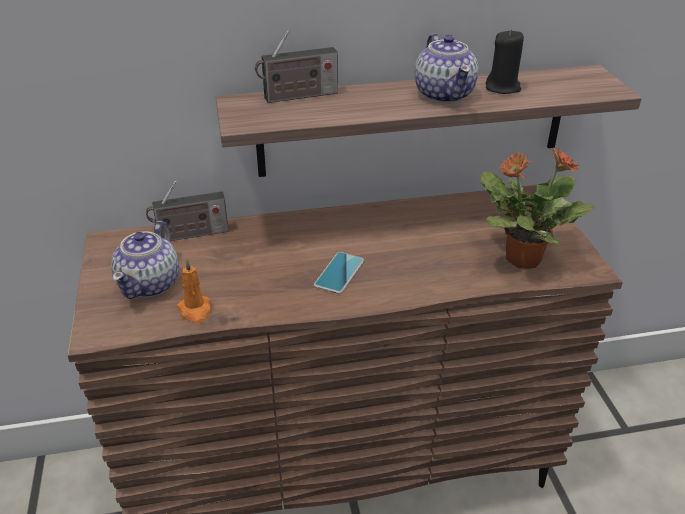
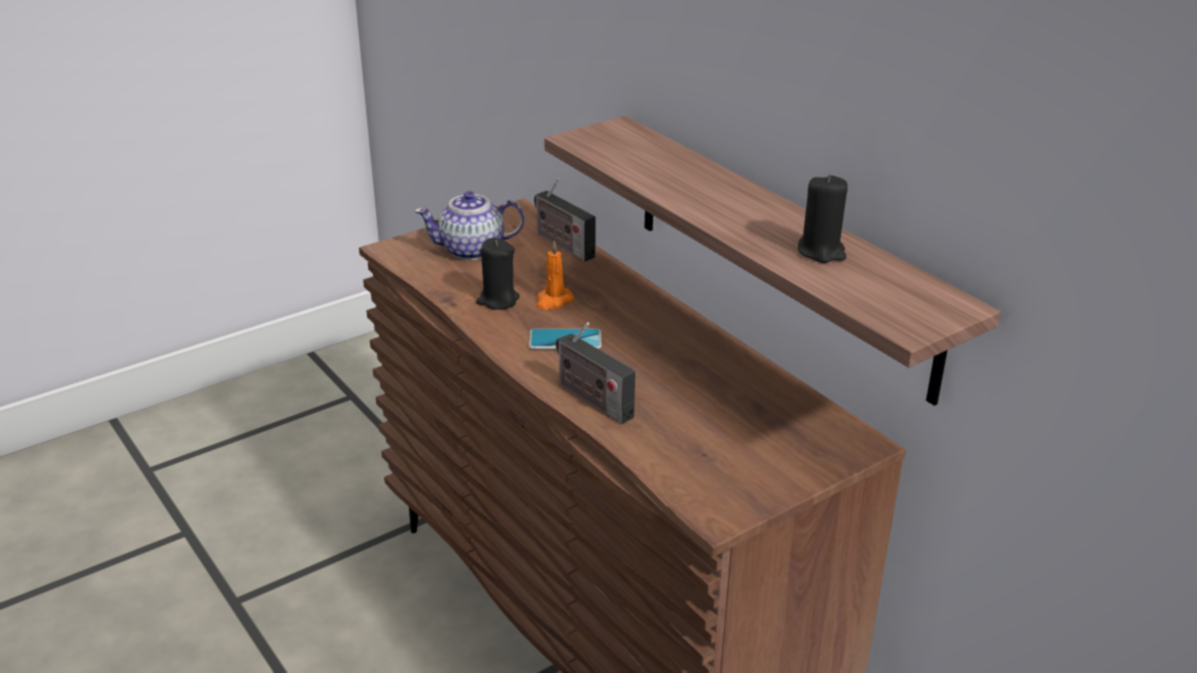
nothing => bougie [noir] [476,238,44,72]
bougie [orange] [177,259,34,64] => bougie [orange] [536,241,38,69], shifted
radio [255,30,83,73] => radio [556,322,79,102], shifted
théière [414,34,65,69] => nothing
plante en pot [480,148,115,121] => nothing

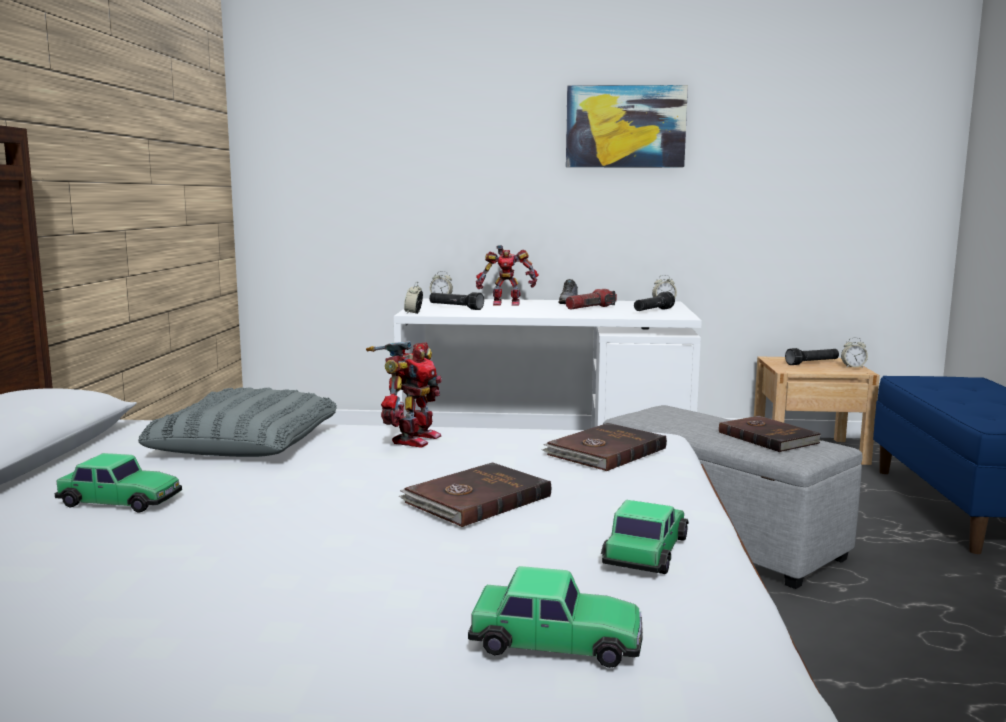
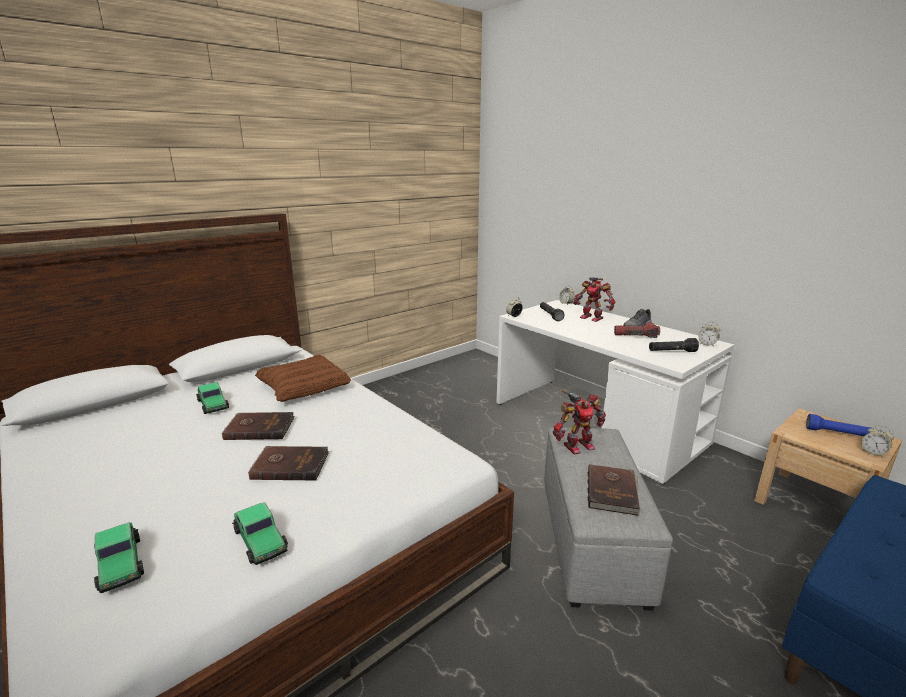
livre [marron] [541,423,126,48] => livre [marron] [222,412,73,28], shifted
petite voiture [601,500,88,74] => petite voiture [232,502,56,63], 75 degrees clockwise
coussin [gris] [138,387,199,70] => coussin [marron] [255,355,96,47]
robot jouet [366,341,76,107] => robot jouet [553,390,53,65], shifted
lampe de poche [noir] [785,348,54,17] => lampe de poche [bleu] [806,414,65,22]
tableau [566,85,122,82] => nothing

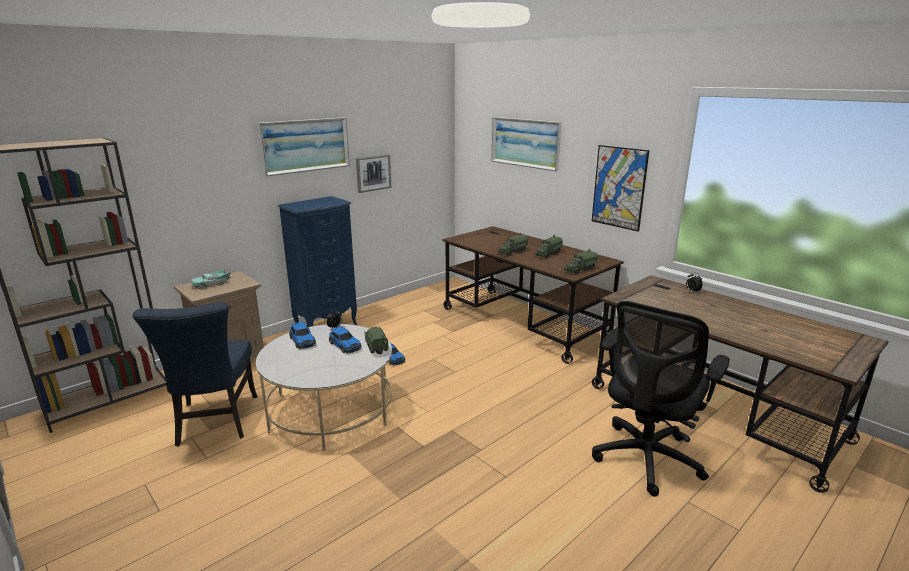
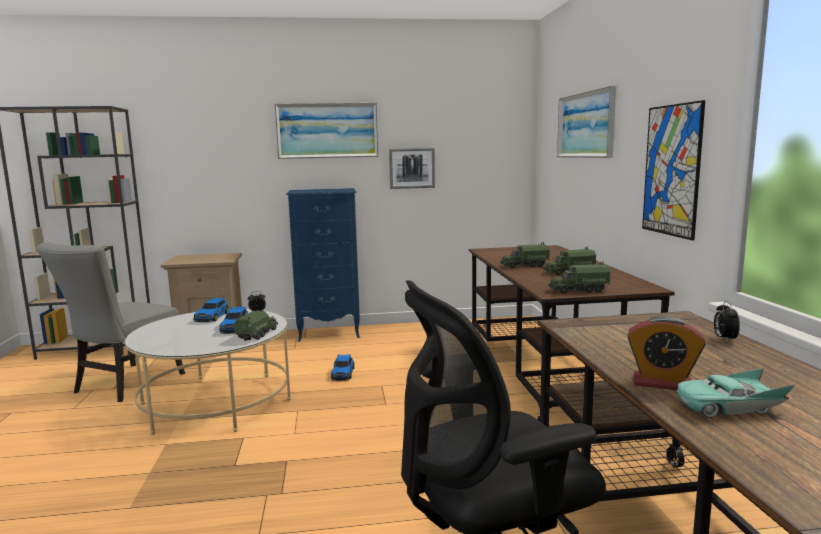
chaise [bleu] [132,302,125,144] => chaise [gris] [36,242,149,160]
nothing => réveil [627,316,79,74]
petite voiture [turquoise] [191,269,40,20] => petite voiture [turquoise] [677,368,119,50], shifted

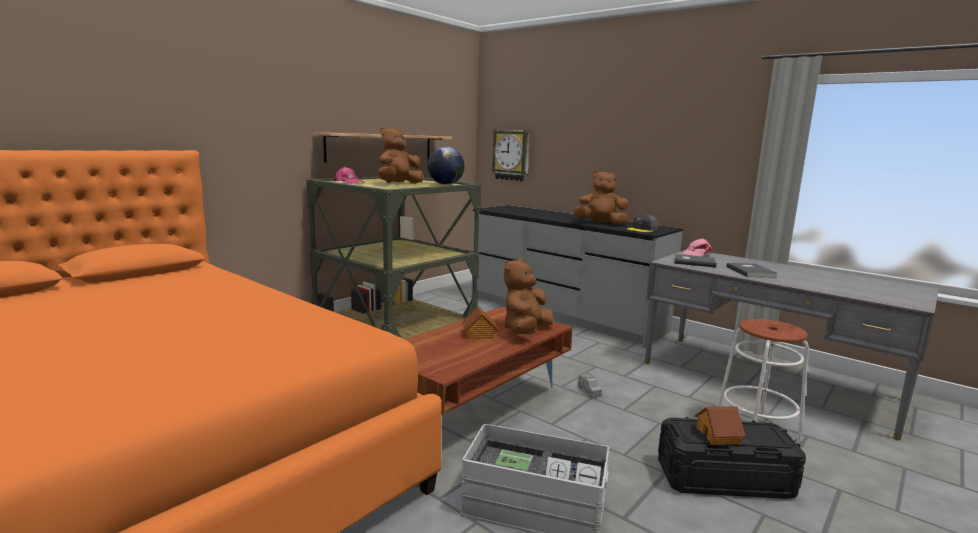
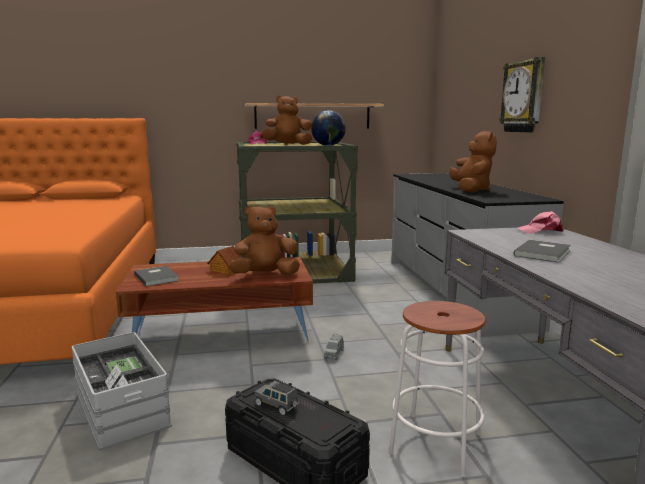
livre [gris] [674,254,43,14] => livre [gris] [134,266,46,21], shifted
maison miniature [694,406,52,39] => petite voiture [gris] [254,381,45,34]
peluche [marron] [573,171,56,54] => peluche [marron] [450,130,47,63], 45 degrees clockwise
horloge murale [491,129,39,52] => horloge murale [499,57,46,76], shifted
casquette [gris] [627,215,32,17] => nothing

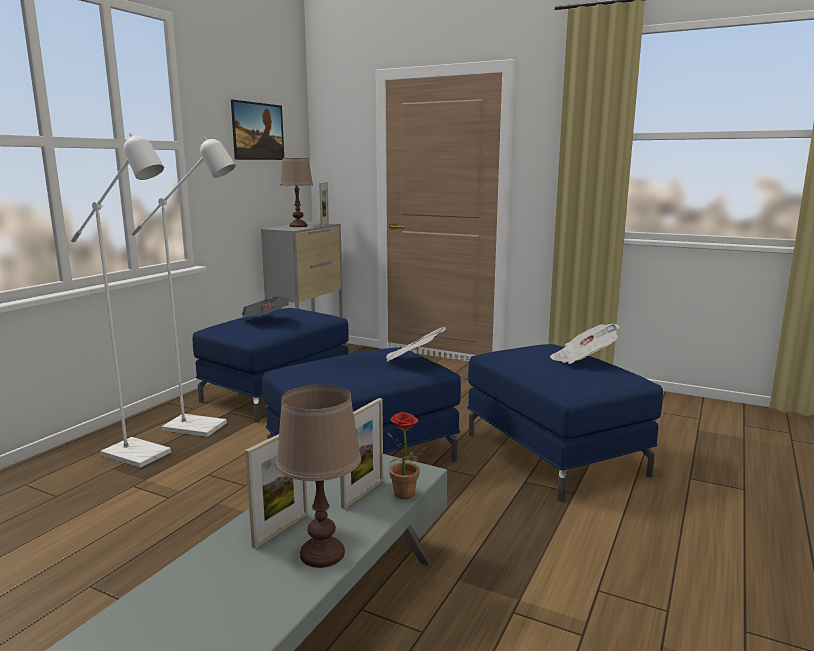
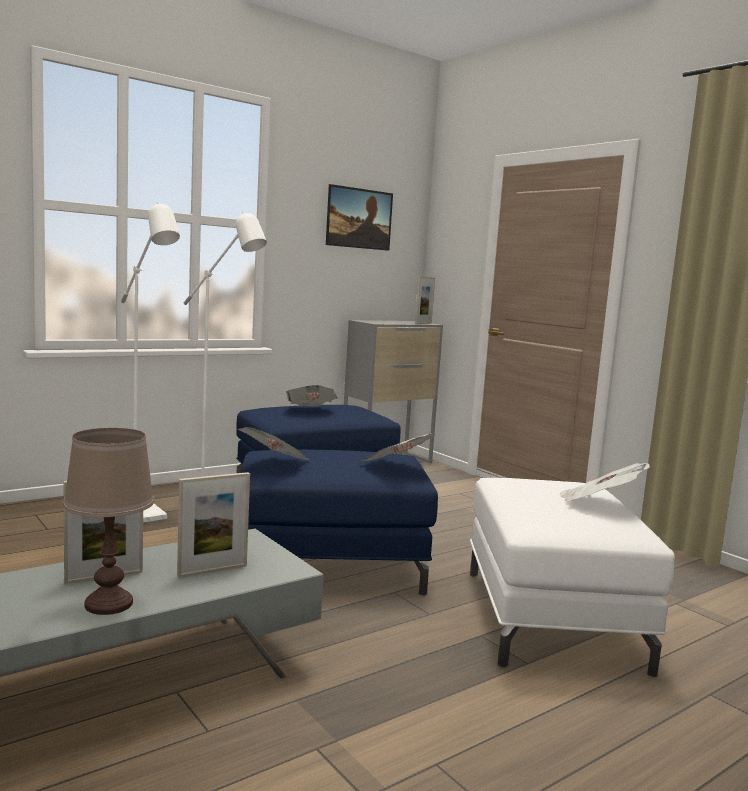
nothing => journal [237,427,74,33]
pouf [bleu] [467,344,196,158] => pouf [blanc] [470,478,205,199]
lampe de table [marron] [280,158,33,69] => nothing
plante en pot [388,412,40,87] => nothing

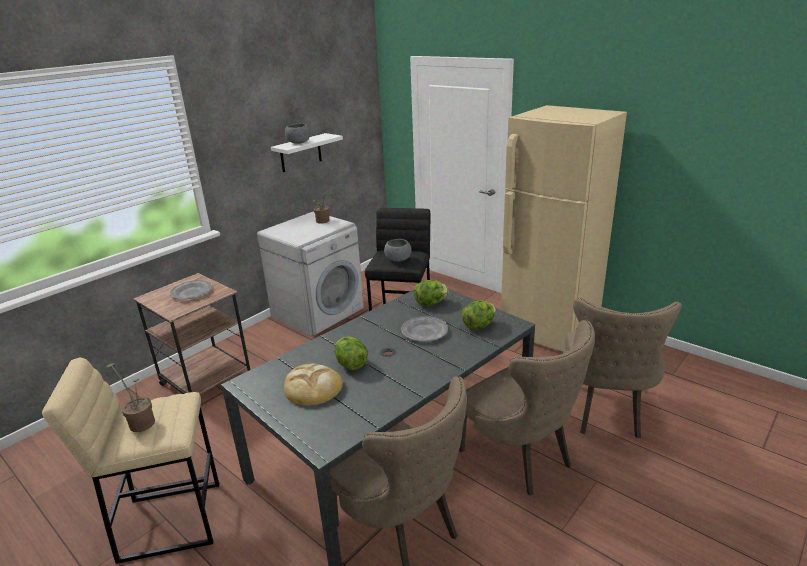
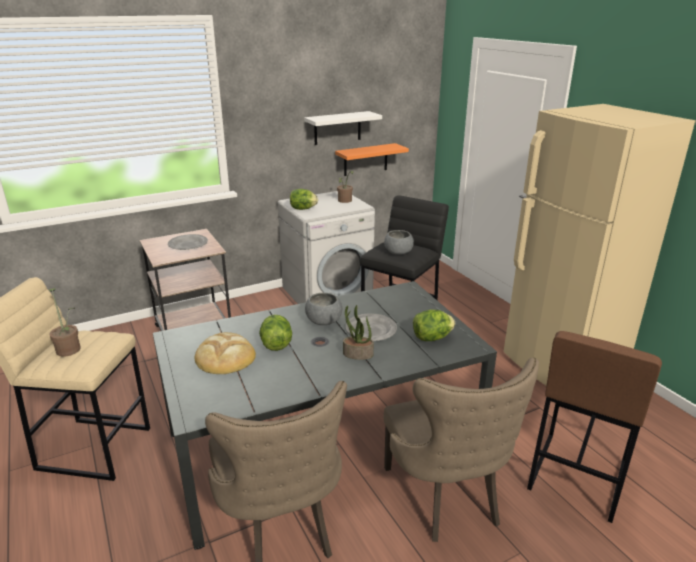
laitue [414,280,35,26] => laitue [290,189,28,21], shifted
bol [gris] [285,124,25,20] => bol [gris] [305,293,37,32], shifted
nothing => étagère [orange] [335,143,74,33]
nothing => plante en pot [343,305,31,55]
chaise [beige] [562,298,120,140] => tabouret [marron] [527,331,135,192]

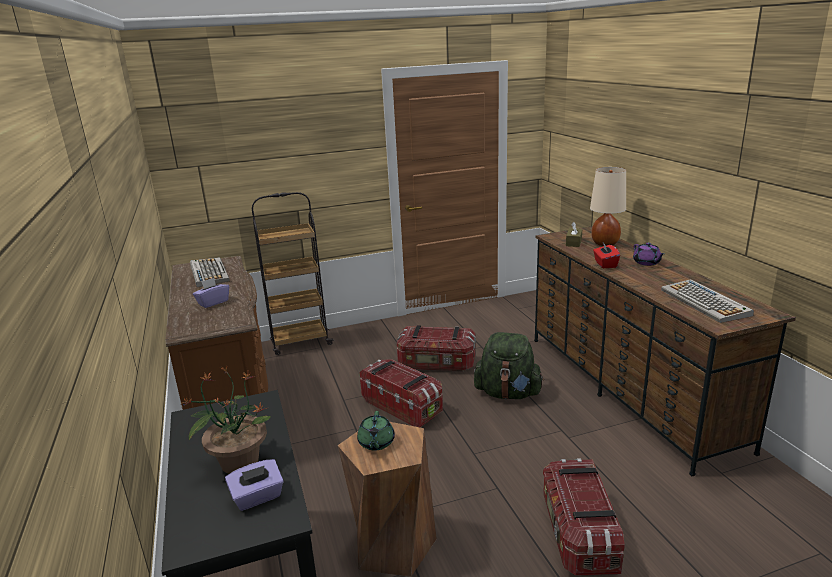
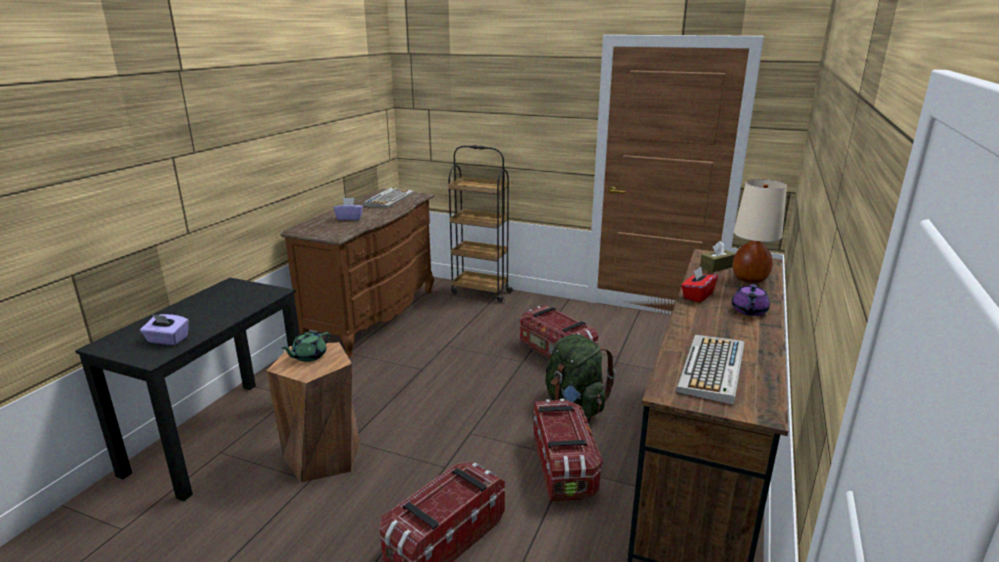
boîte de rangement [360,359,83,68] => boîte de rangement [534,399,69,103], shifted
plante en pot [180,366,91,108] => nothing

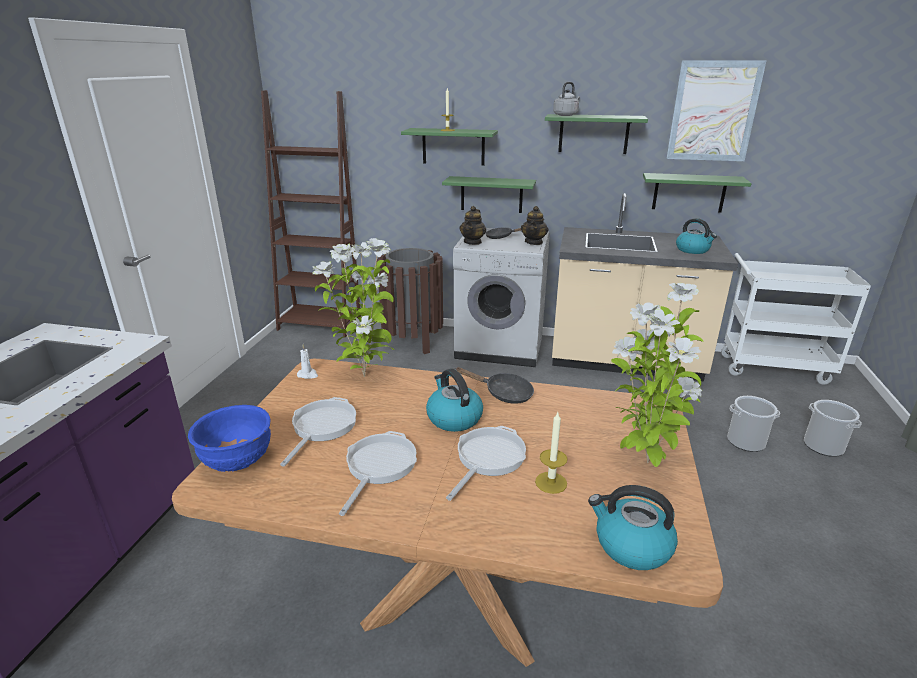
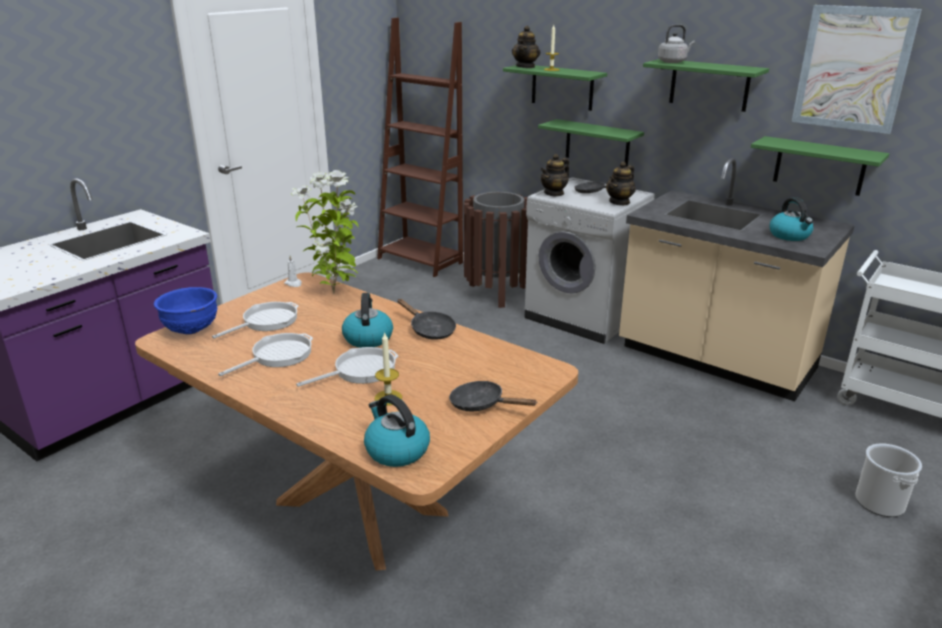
plante en pot [611,283,93,184] => poêle [noir] [449,381,89,30]
nothing => théière [512,26,28,42]
seau [727,396,53,56] => nothing

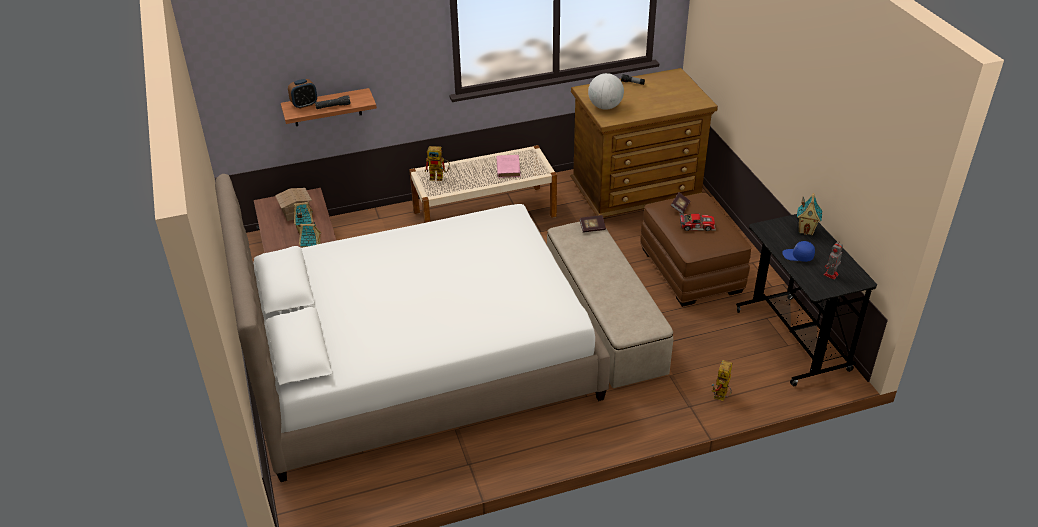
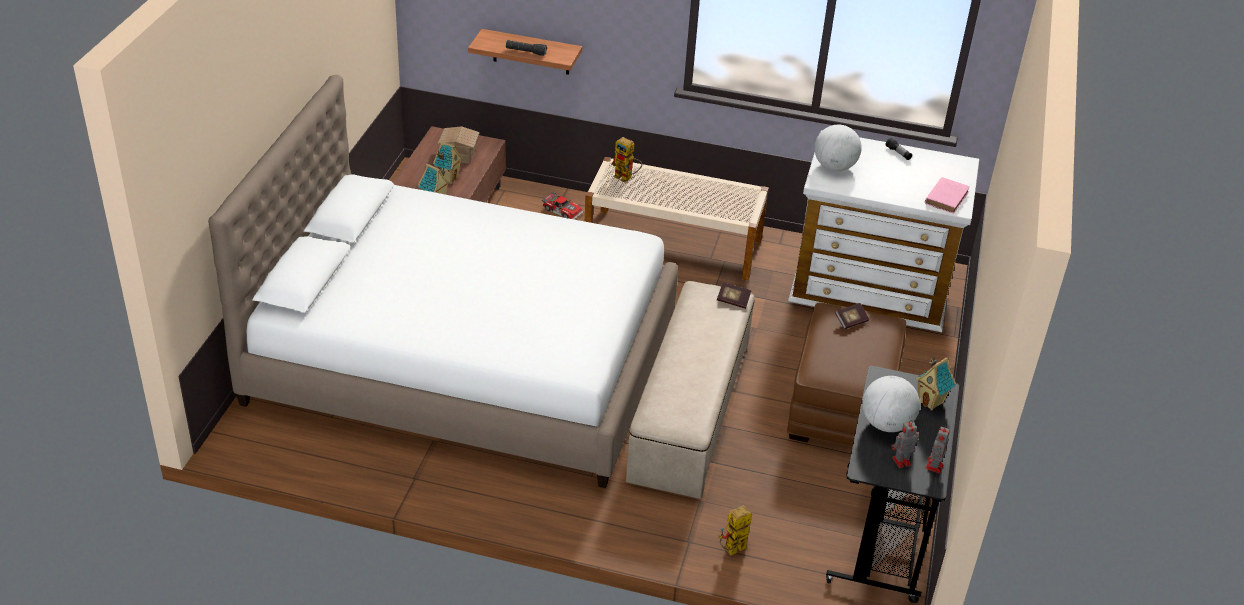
petite voiture [680,213,36,18] => petite voiture [542,192,41,27], shifted
commode [marron] [570,68,148,150] => commode [blanc] [788,131,191,201]
casquette [bleu] [782,241,33,21] => globe [862,376,58,56]
livre [rose] [496,155,25,23] => livre [rose] [925,177,45,37], shifted
nothing => robot jouet [925,425,25,49]
réveil [288,79,29,30] => nothing

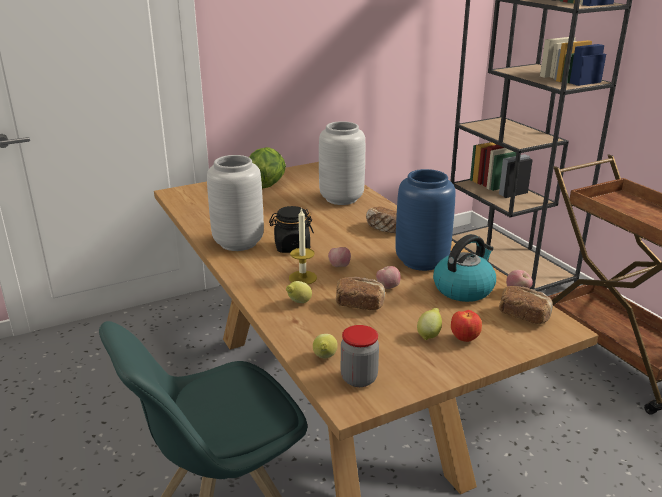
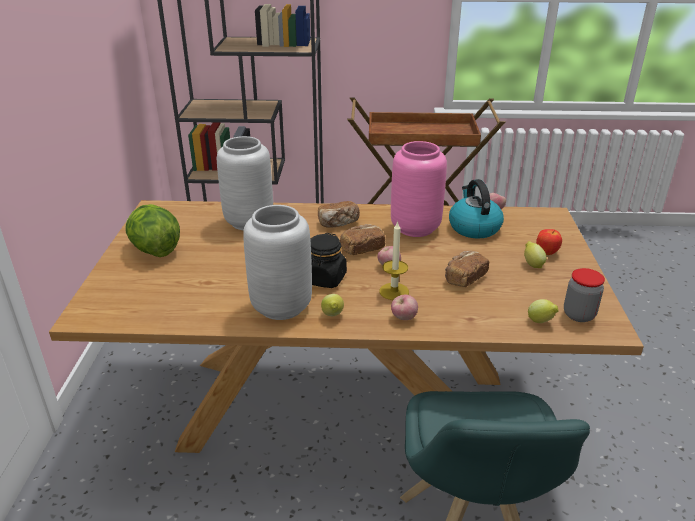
citron [286,281,26,22] => citron [321,294,23,22], shifted
pain [499,286,54,38] => pain [340,224,45,31], shifted
vase [bleu] [395,169,61,102] => vase [rose] [391,141,56,96]
pomme [376,266,25,23] => pomme [391,295,27,25], shifted

